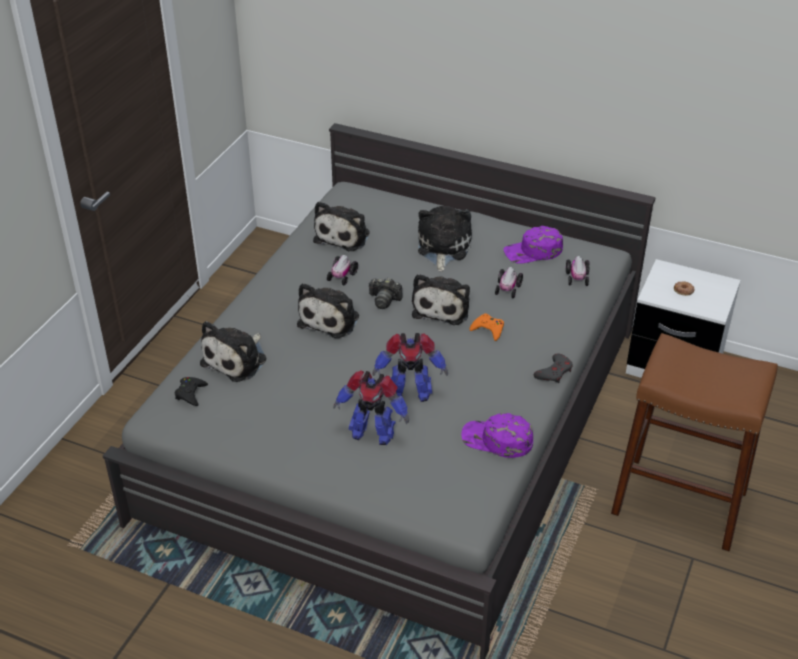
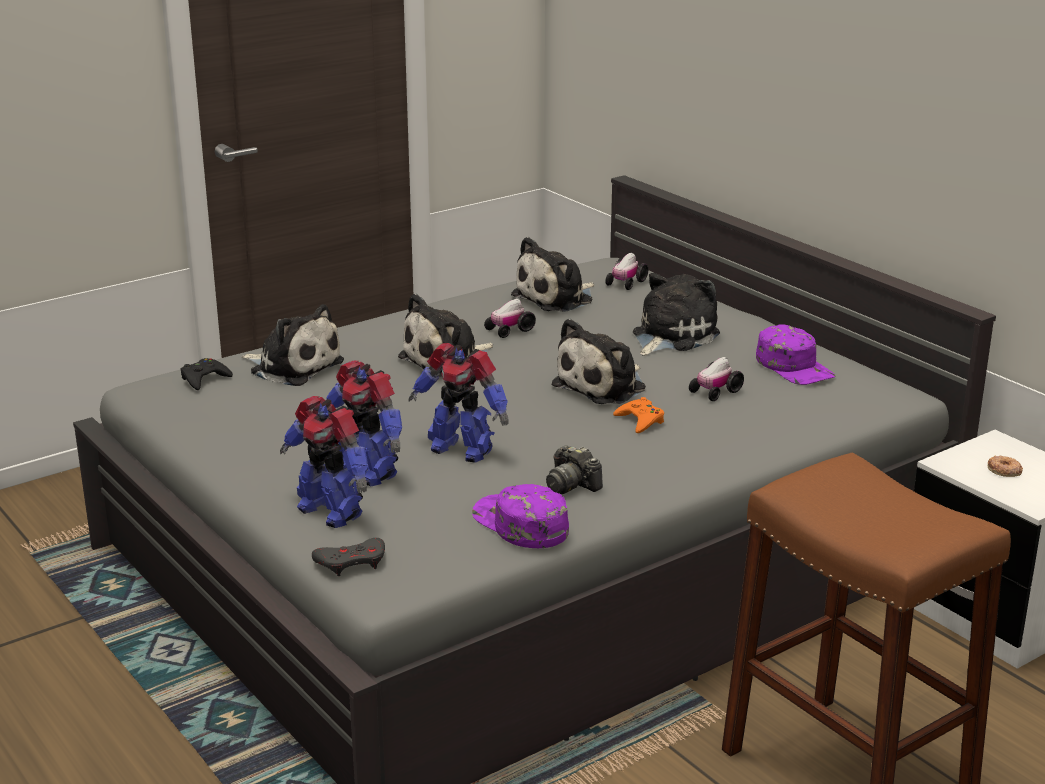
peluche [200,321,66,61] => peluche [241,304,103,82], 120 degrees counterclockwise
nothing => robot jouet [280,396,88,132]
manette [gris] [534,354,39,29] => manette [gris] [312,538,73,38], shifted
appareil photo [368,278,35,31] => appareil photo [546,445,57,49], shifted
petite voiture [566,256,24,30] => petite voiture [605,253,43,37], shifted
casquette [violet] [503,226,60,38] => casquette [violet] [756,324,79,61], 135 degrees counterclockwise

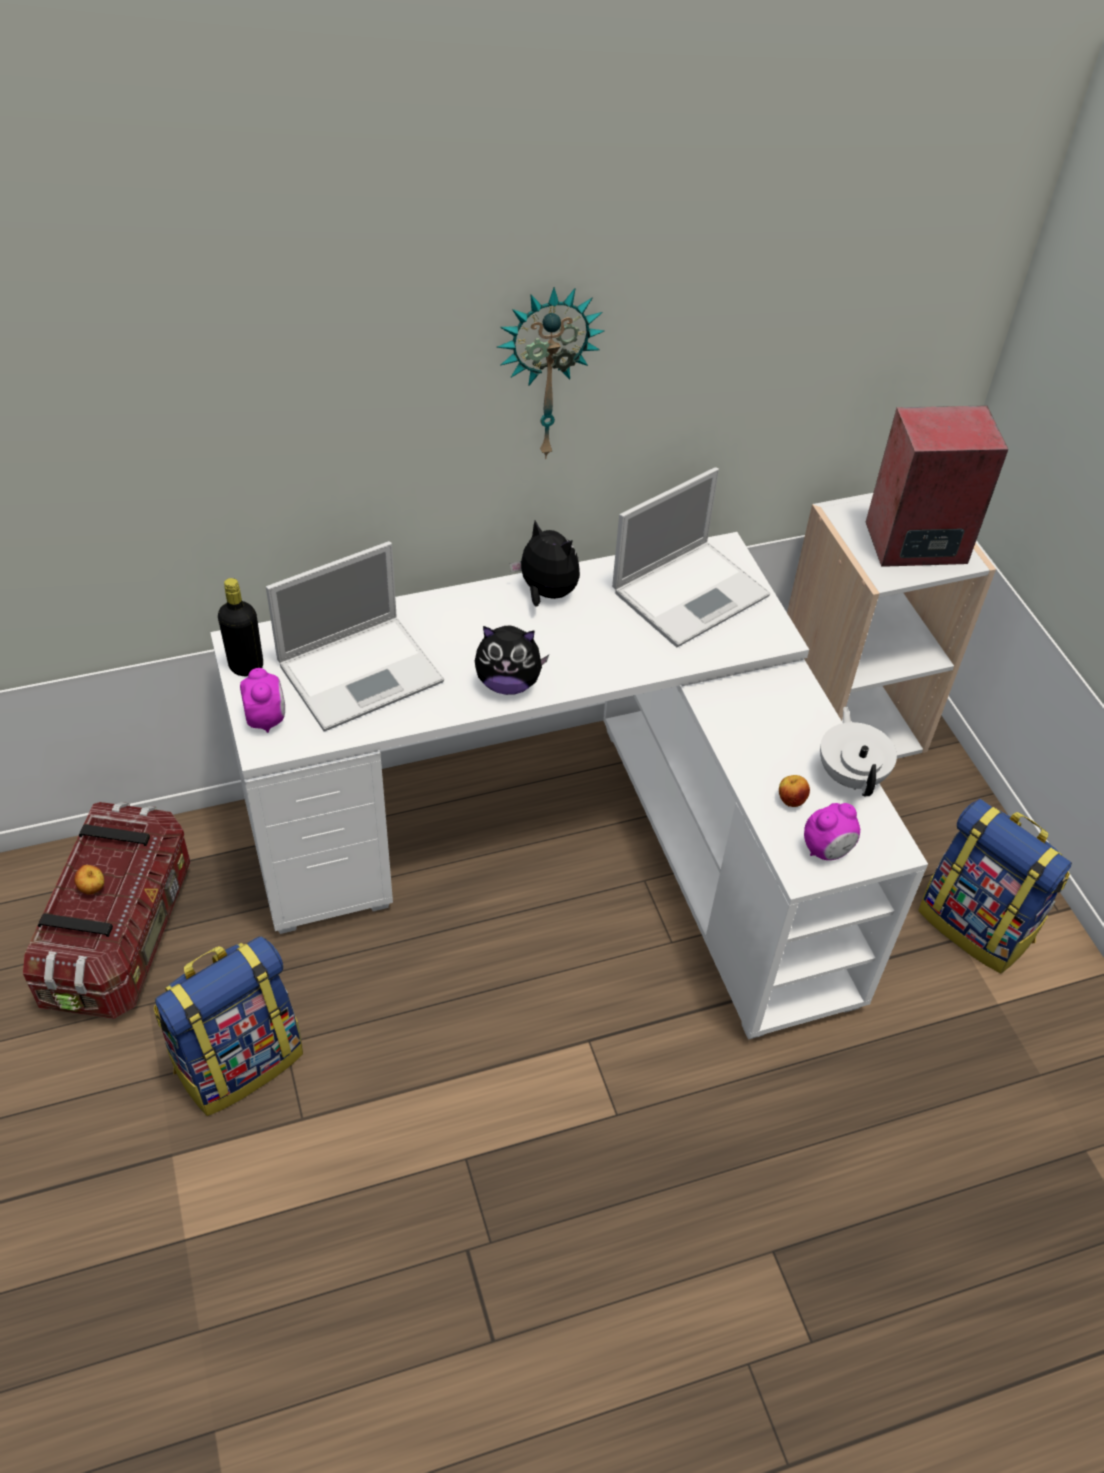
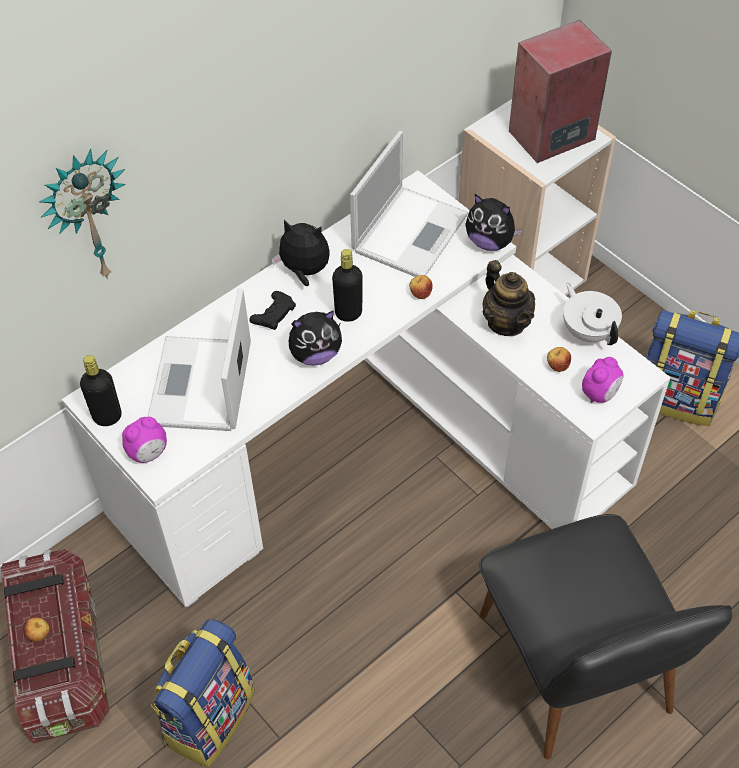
horloge murale [497,287,108,172] => horloge murale [39,149,86,130], shifted
réveil [240,668,45,65] => réveil [122,417,45,46], 90 degrees clockwise
ordinateur portable [266,541,178,191] => ordinateur portable [147,288,104,143], 150 degrees clockwise
nothing => manette [noir] [249,291,47,39]
nothing => bouteille [noir] [332,249,30,73]
nothing => pomme [409,275,24,24]
nothing => peluche [465,194,58,57]
nothing => chaise [noir] [479,514,253,245]
nothing => théière [482,260,53,76]

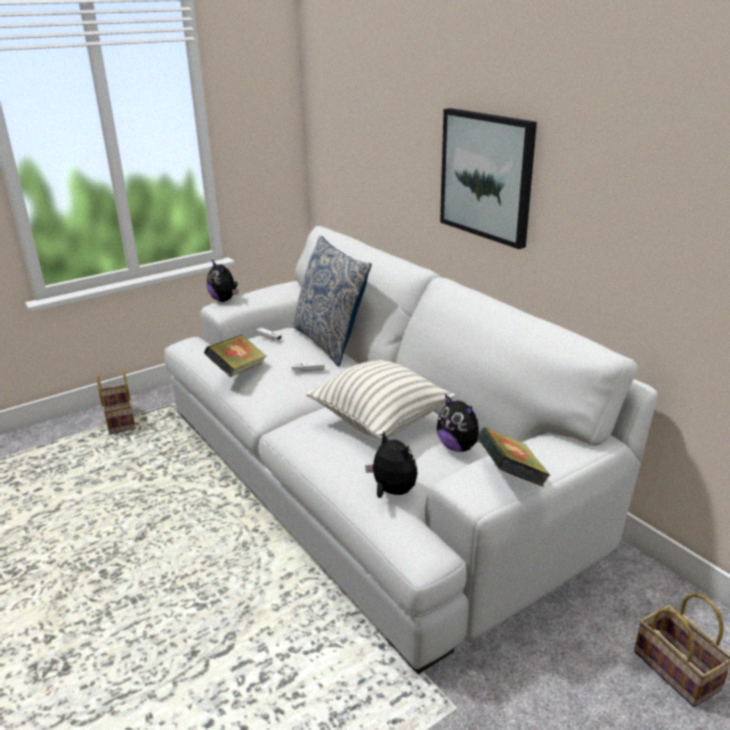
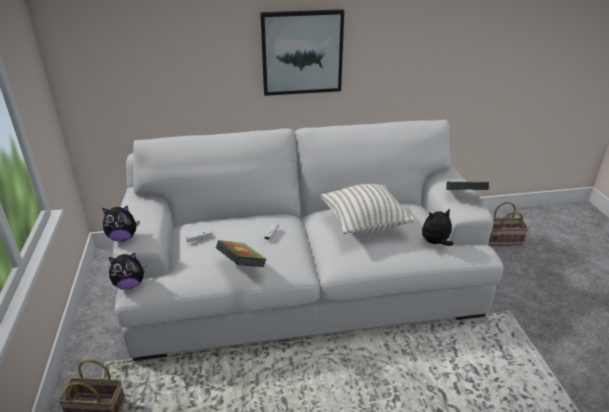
peluche [437,394,43,58] => peluche [109,252,37,38], shifted
coussin [292,236,80,131] => nothing

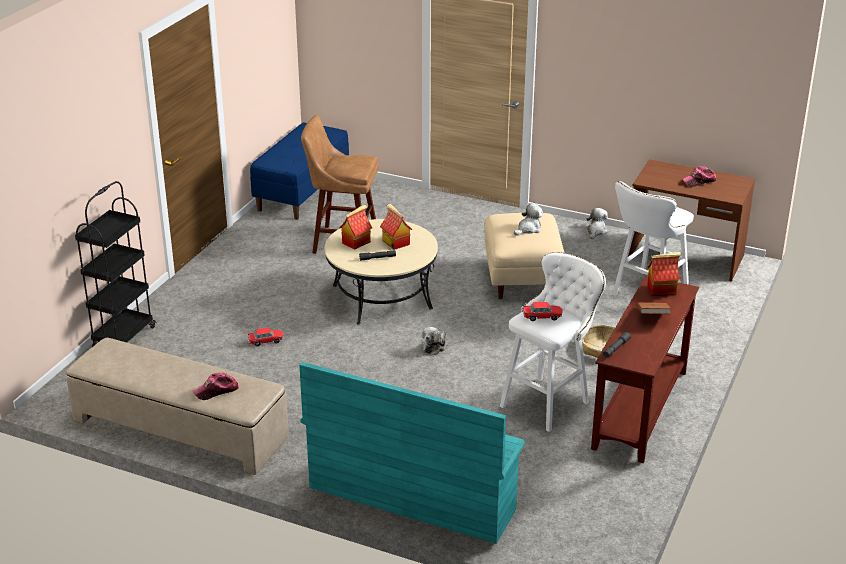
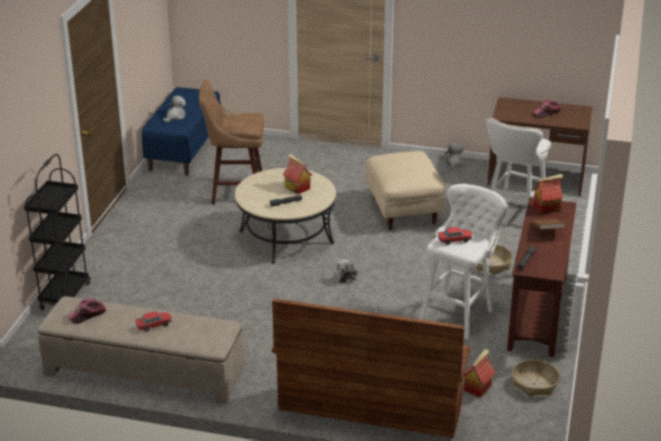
casquette [193,372,46,28] => casquette [67,298,39,26], shifted
petite voiture [248,328,35,18] => petite voiture [135,311,37,21], shifted
peluche [514,204,29,32] => peluche [163,96,23,26], shifted
commode [turquoise] [299,362,226,182] => commode [marron] [272,298,198,140]
maison miniature [339,205,33,45] => maison miniature [464,349,32,49], shifted
nothing => panier [512,359,48,38]

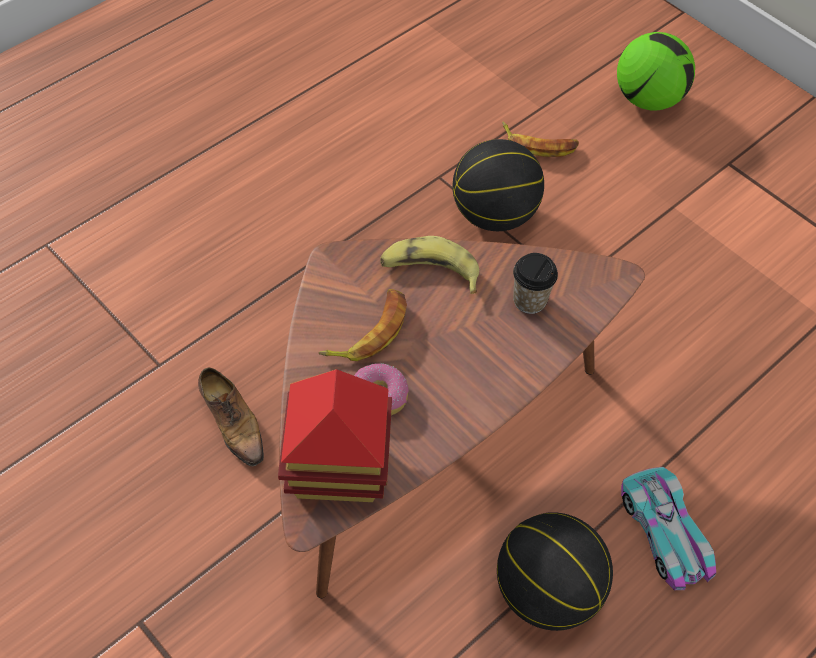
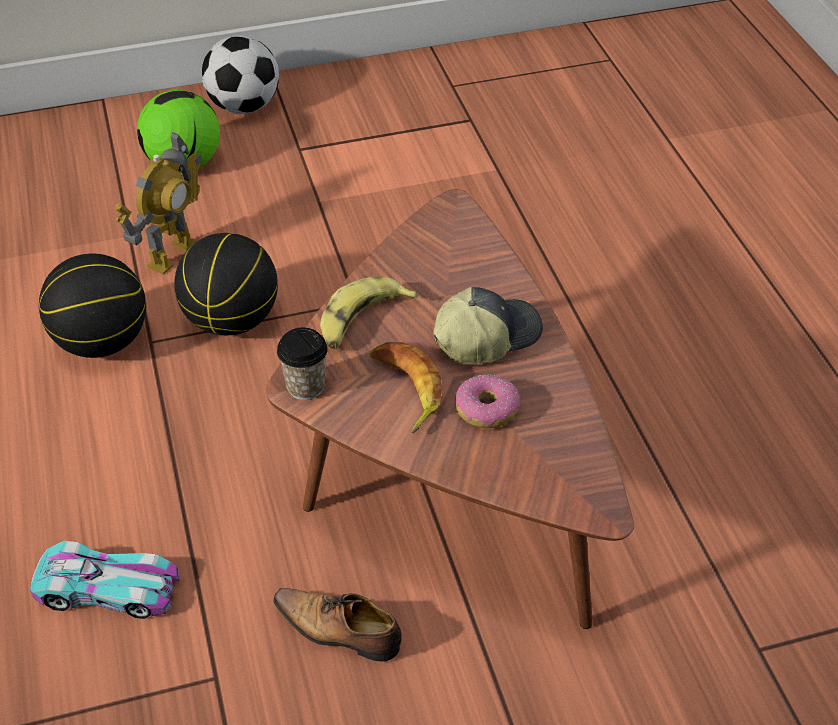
petite voiture [621,467,95,123] => petite voiture [30,541,149,78], shifted
ballon de basket [497,512,116,119] => ballon de basket [39,254,107,104], shifted
banane [502,122,77,35] => robot jouet [115,132,87,143]
nothing => ballon de foot [202,35,77,79]
chaussure [198,368,66,98] => chaussure [273,588,129,74], 150 degrees counterclockwise
tasse [513,253,45,61] => tasse [277,327,51,73], shifted
nothing => casquette [433,287,110,77]
maison miniature [278,369,114,133] => nothing

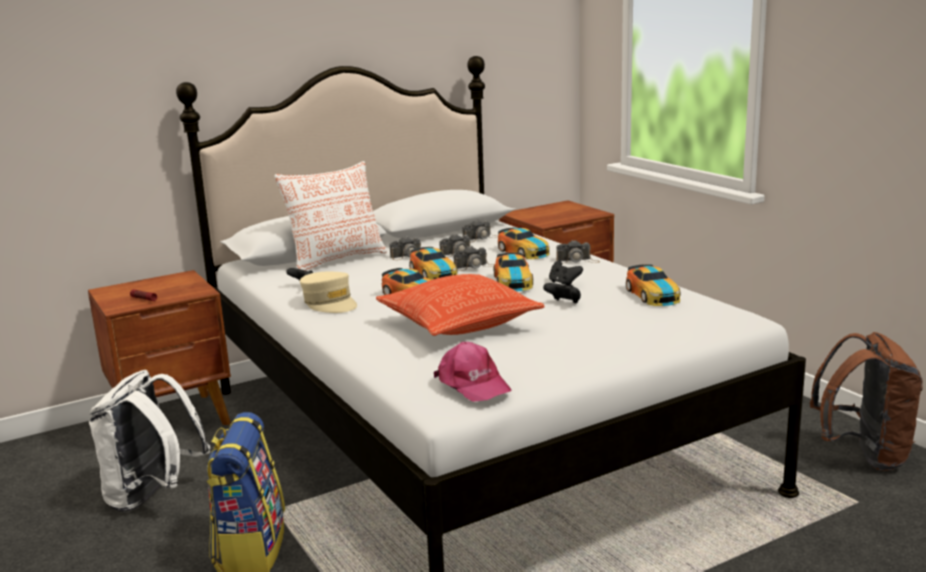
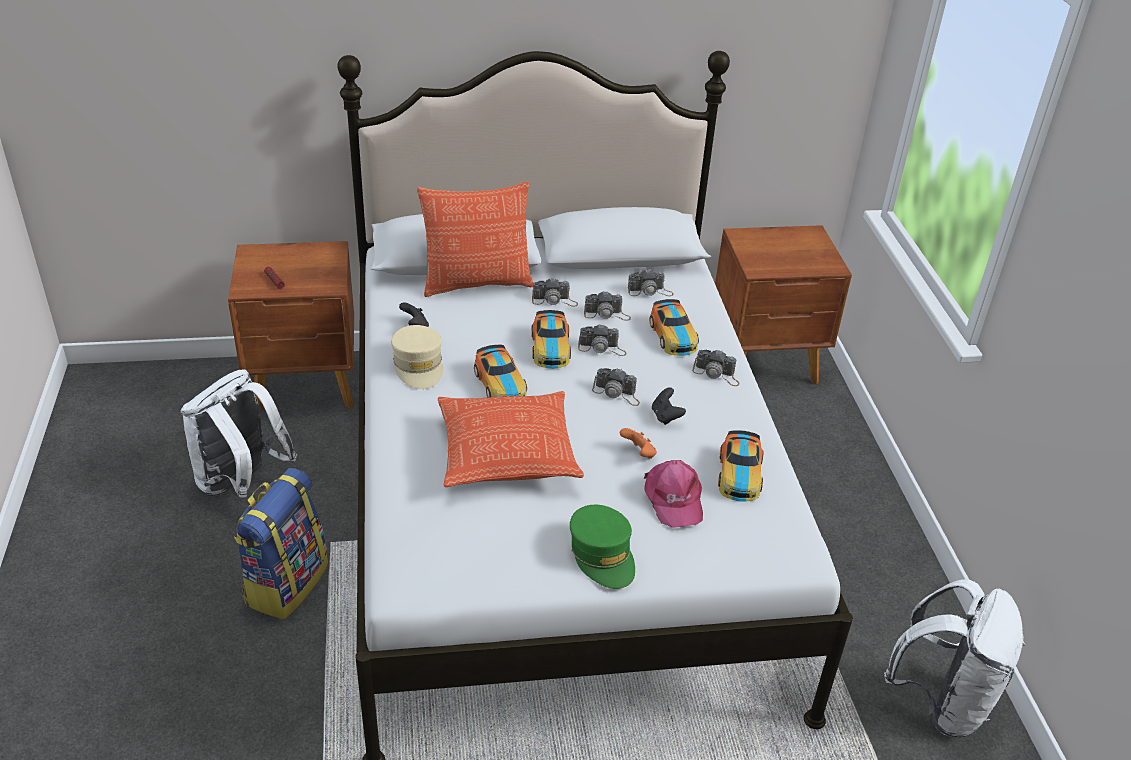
coussin [blanc] [275,161,112,110] => coussin [orange] [417,182,117,115]
nothing => casquette [vert] [570,505,65,84]
petite voiture [494,253,39,38] => appareil photo [592,368,48,38]
manette [noir] [543,283,38,21] => manette [orange] [620,428,37,31]
casquette [rose] [434,342,78,60] => casquette [rose] [644,460,59,68], shifted
sac à dos [marron] [810,332,113,139] => sac à dos [blanc] [884,579,141,158]

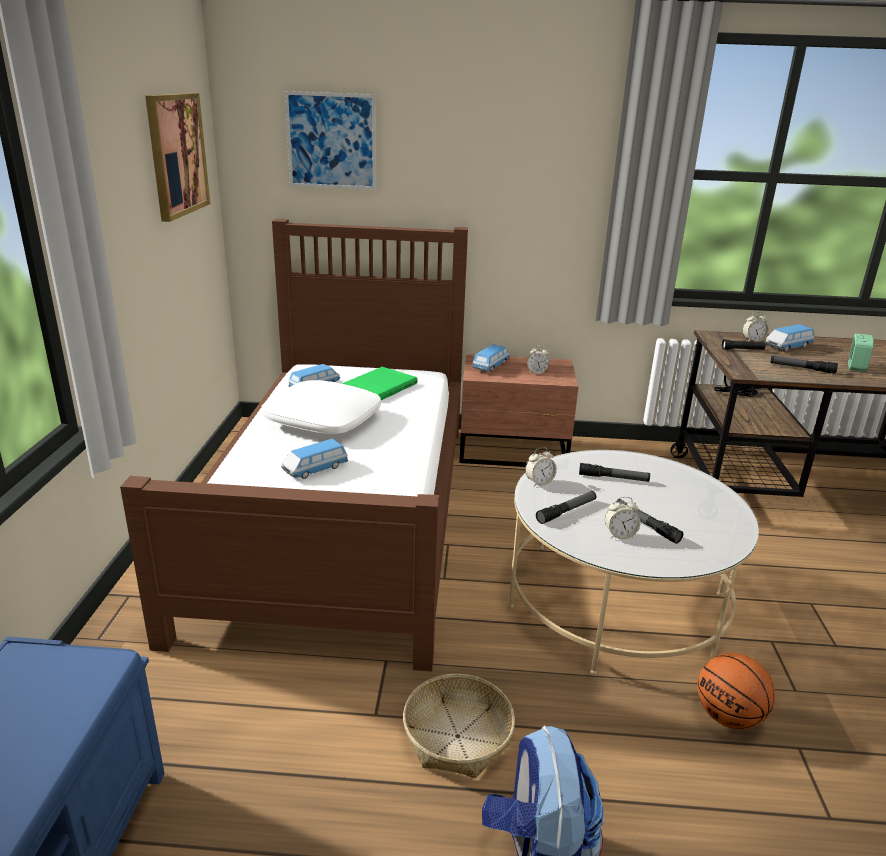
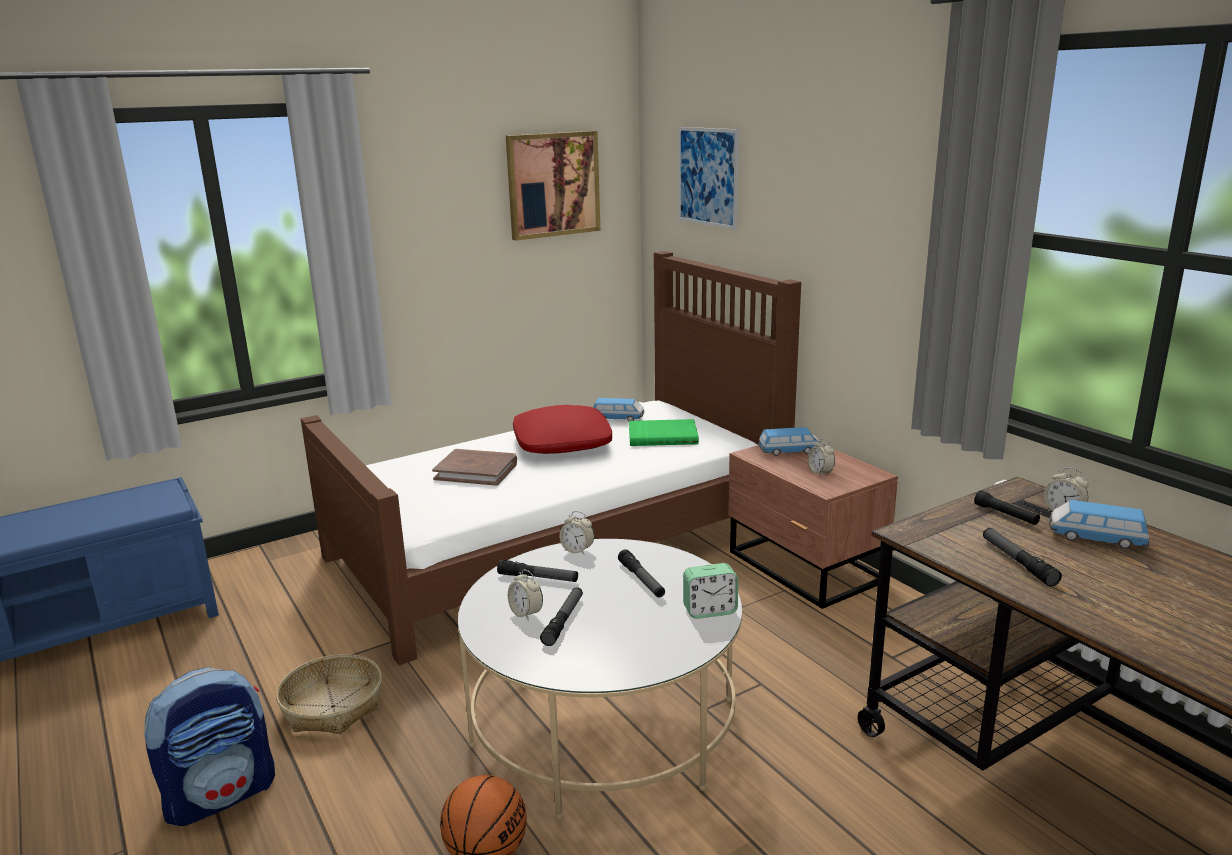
petite voiture [281,439,67,40] => livre [marron] [432,449,85,37]
coussin [blanc] [262,380,119,54] => coussin [rouge] [513,405,99,49]
réveil [848,333,26,39] => réveil [683,563,55,56], shifted

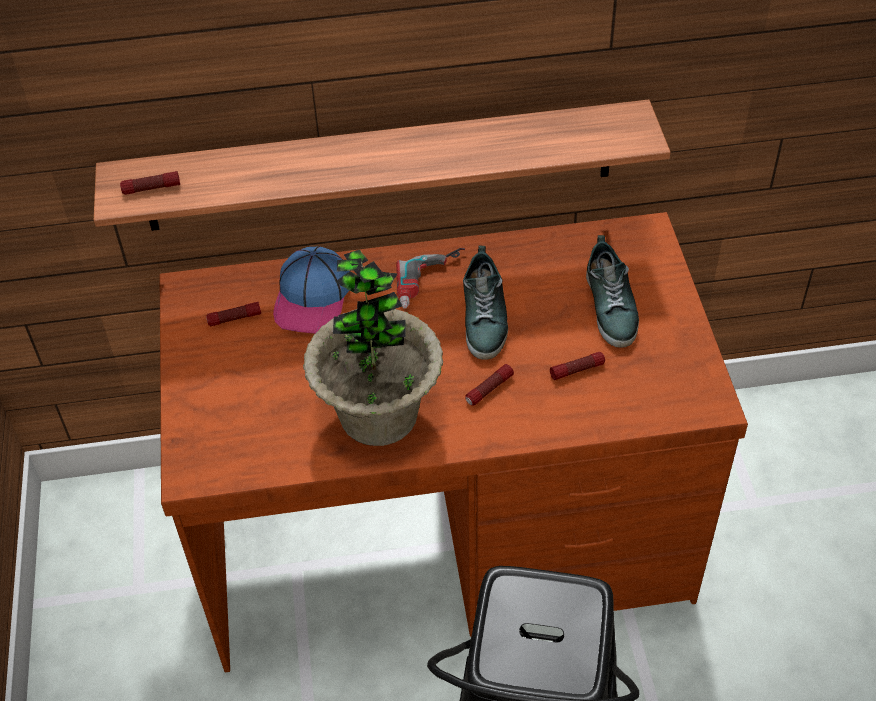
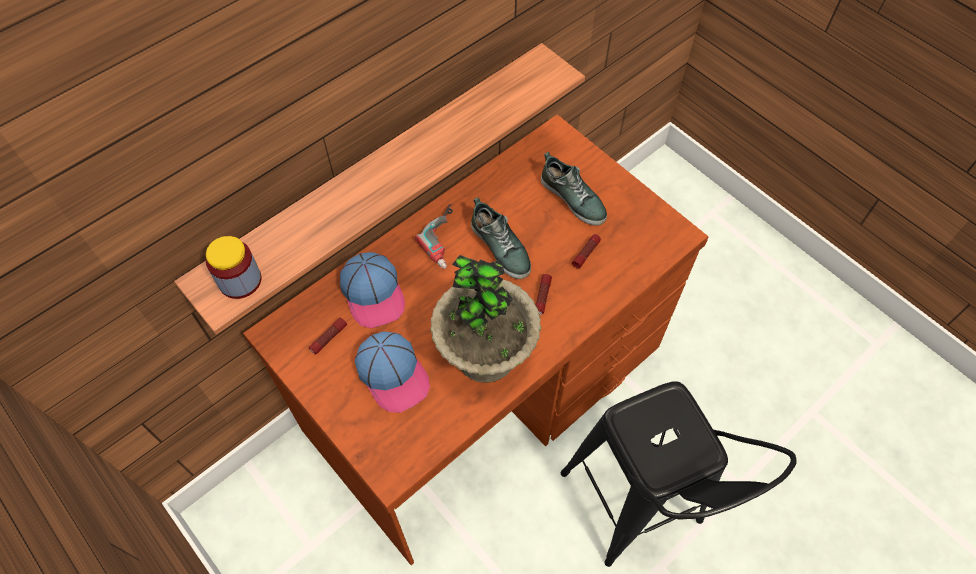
lampe de poche [120,171,60,24] => bocal [206,236,55,63]
nothing => casquette [355,331,75,82]

